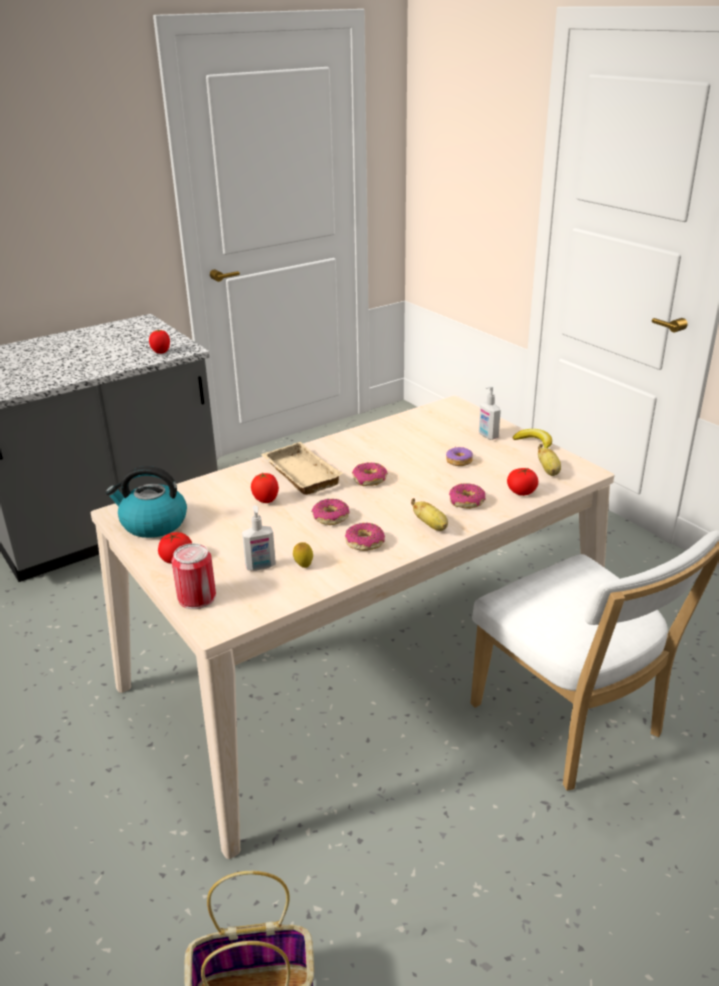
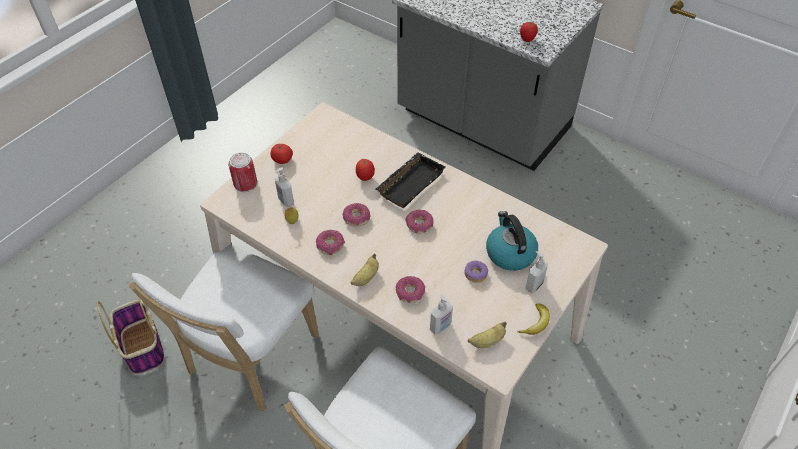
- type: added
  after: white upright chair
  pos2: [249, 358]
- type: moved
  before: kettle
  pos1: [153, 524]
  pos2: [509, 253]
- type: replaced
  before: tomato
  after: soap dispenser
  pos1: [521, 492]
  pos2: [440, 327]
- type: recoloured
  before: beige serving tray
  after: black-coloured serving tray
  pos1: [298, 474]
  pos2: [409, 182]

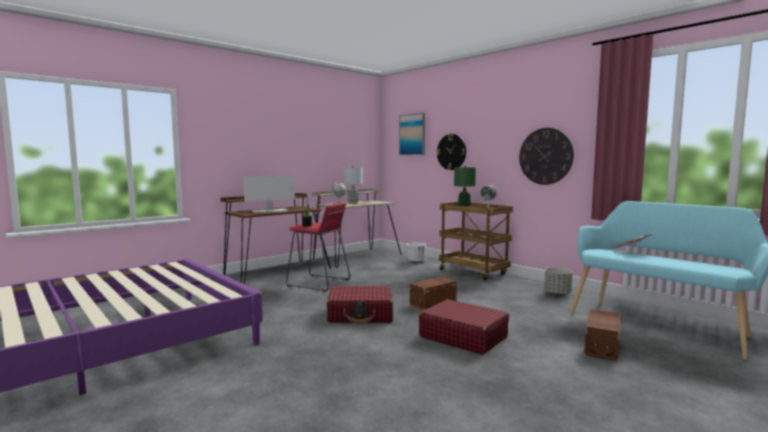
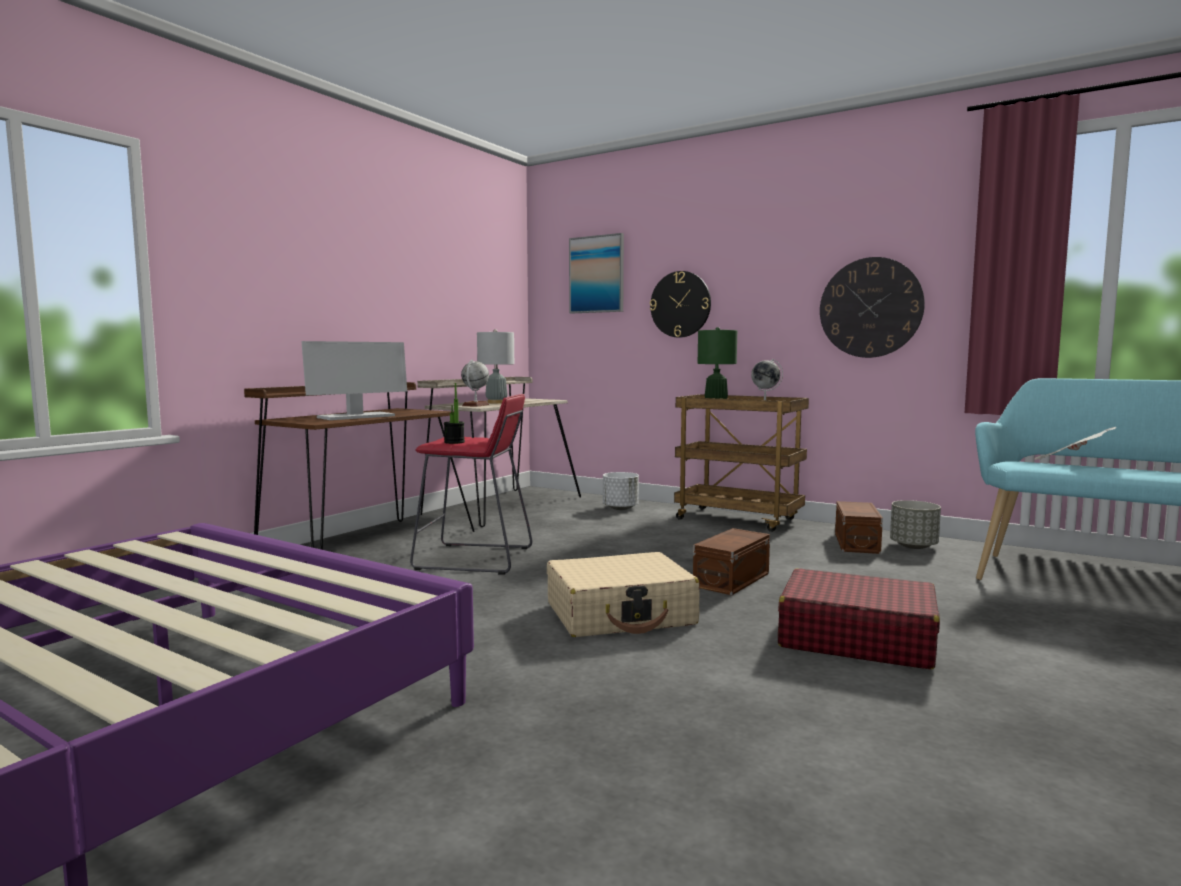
- type: moved
  before: brownish storage container
  pos1: [600, 347]
  pos2: [855, 543]
- type: recoloured
  before: red travel case
  after: beige travel case
  pos1: [360, 314]
  pos2: [621, 614]

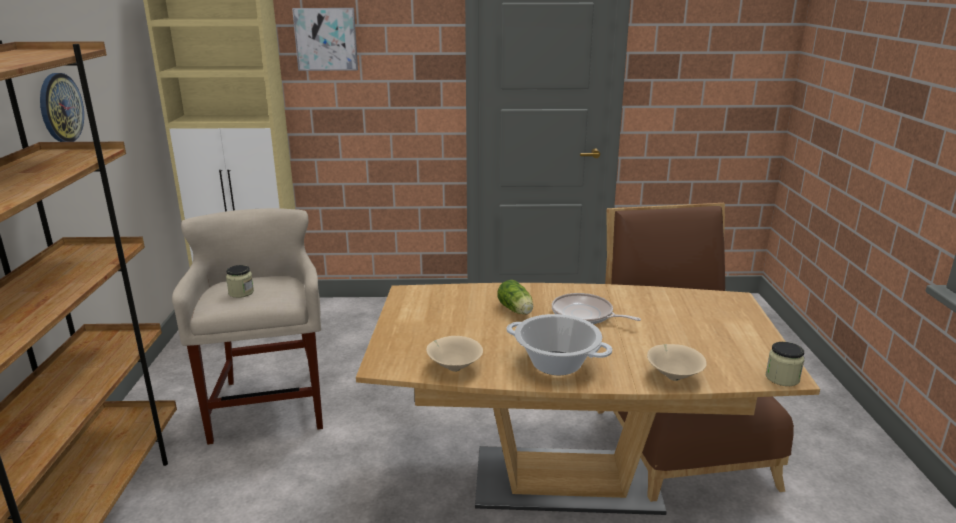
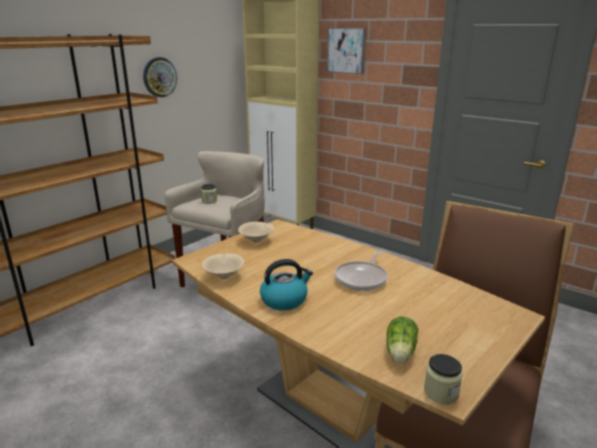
- type: moved
  before: lettuce
  pos1: [516, 311]
  pos2: [400, 353]
- type: moved
  before: beige serving bowl
  pos1: [673, 376]
  pos2: [257, 240]
- type: replaced
  before: saucepot
  after: kettle
  pos1: [556, 364]
  pos2: [284, 300]
- type: turned
  before: pan
  pos1: [585, 315]
  pos2: [362, 278]
  turn: -135

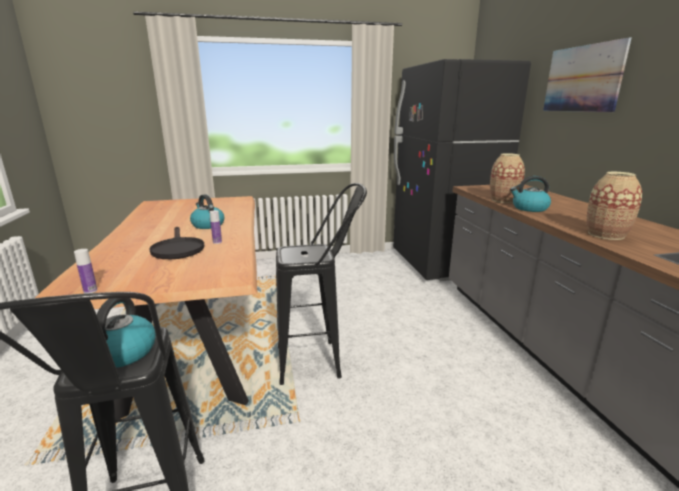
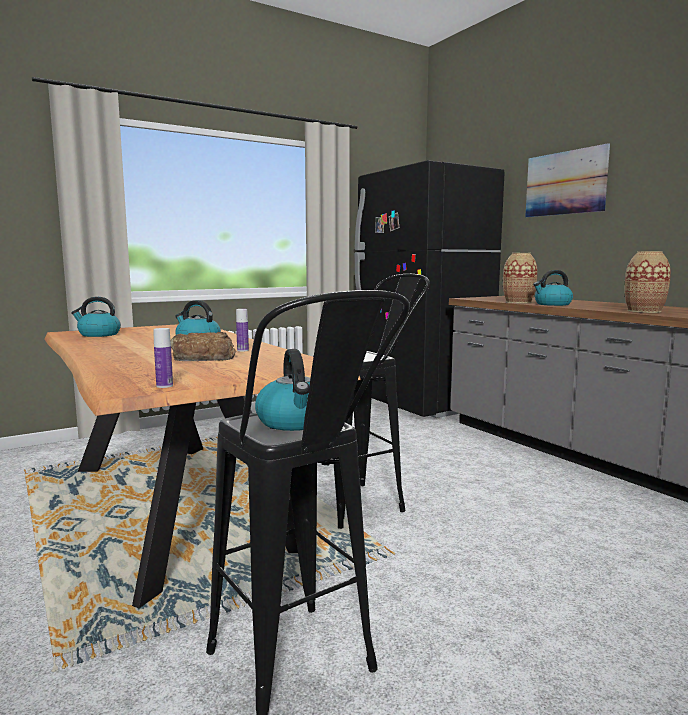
- type: added
  after: kettle
  pos2: [98, 334]
- type: replaced
  before: black-coloured pan
  after: bakery bread
  pos1: [177, 249]
  pos2: [203, 357]

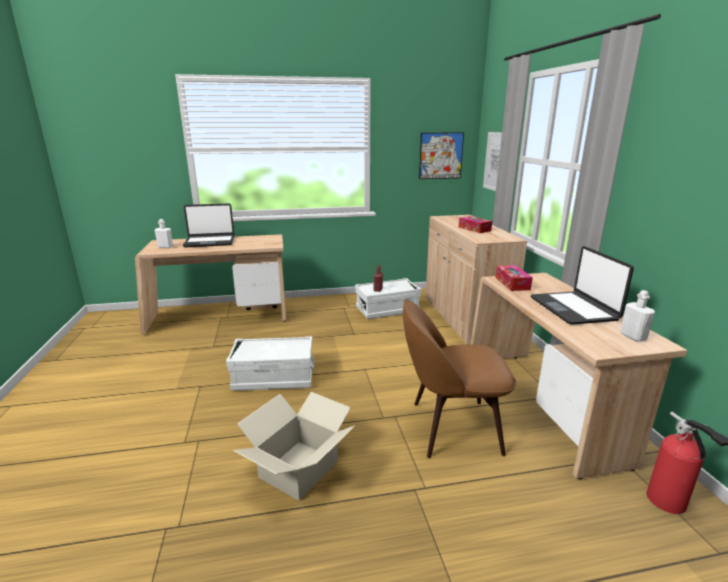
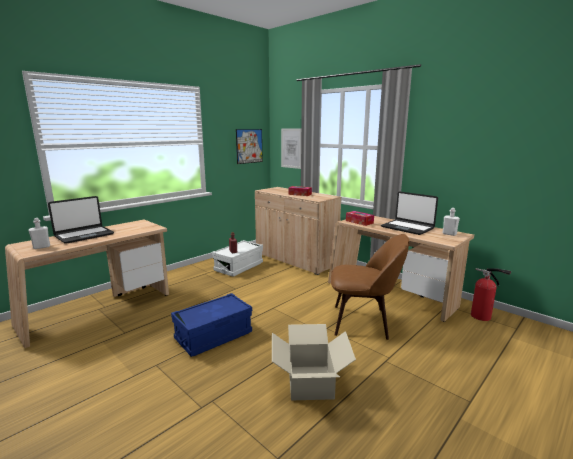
- type: recoloured
  before: white storage container
  after: blue-coloured storage container
  pos1: [273, 378]
  pos2: [213, 336]
- type: turned
  before: brownish upright chair
  pos1: [451, 427]
  pos2: [363, 322]
  turn: -135

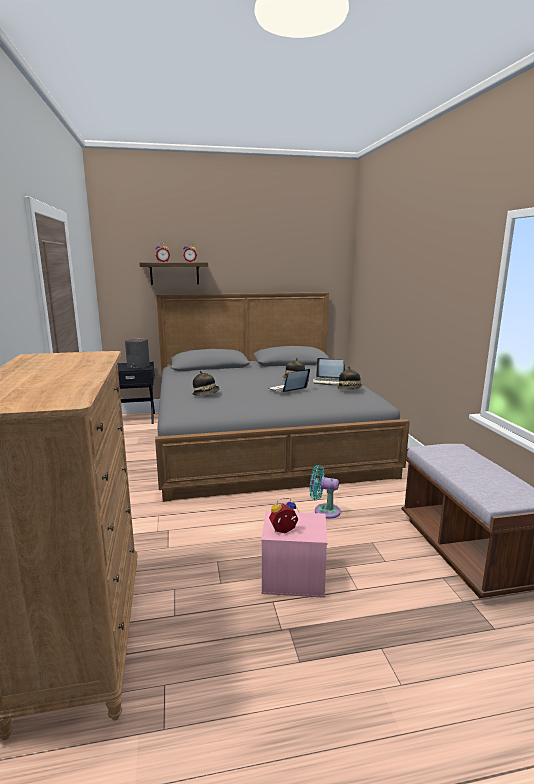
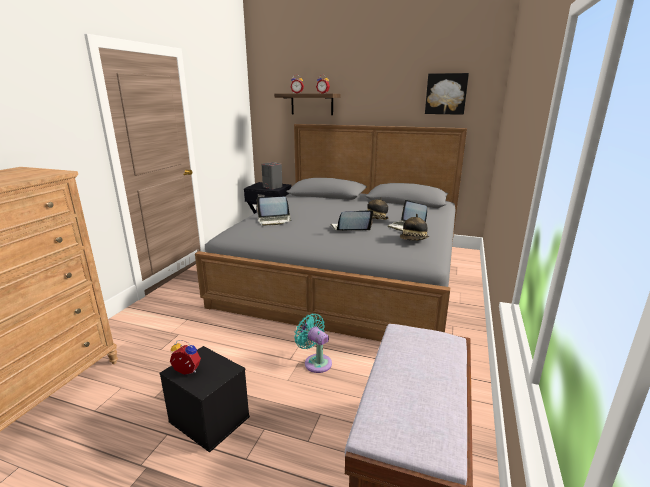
- type: added
  after: picture
  pos2: [446, 94]
- type: replaced
  before: clothing hat
  after: portable computer
  pos1: [206, 394]
  pos2: [274, 221]
- type: recoloured
  before: pinkish storage container
  after: black-coloured storage container
  pos1: [292, 578]
  pos2: [208, 419]

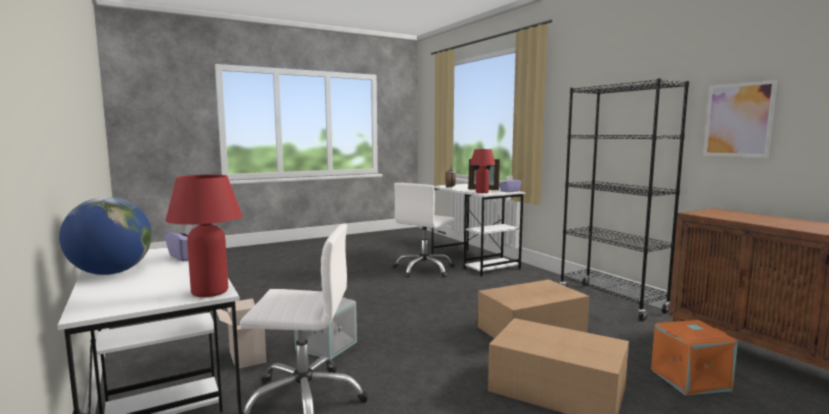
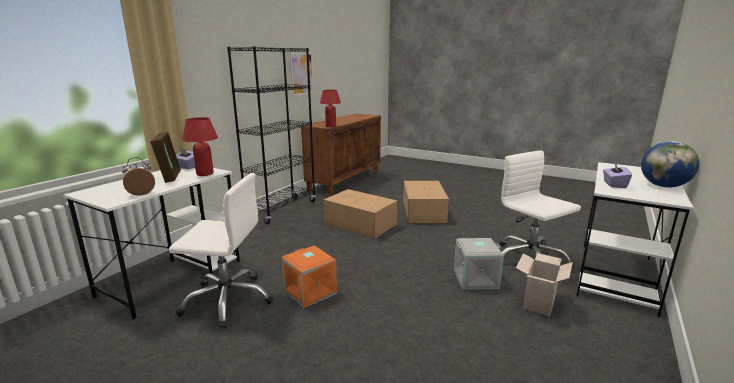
- type: moved
  before: red tabletop lamp
  pos1: [210, 292]
  pos2: [330, 126]
- type: moved
  before: orange-coloured storage container
  pos1: [689, 379]
  pos2: [309, 292]

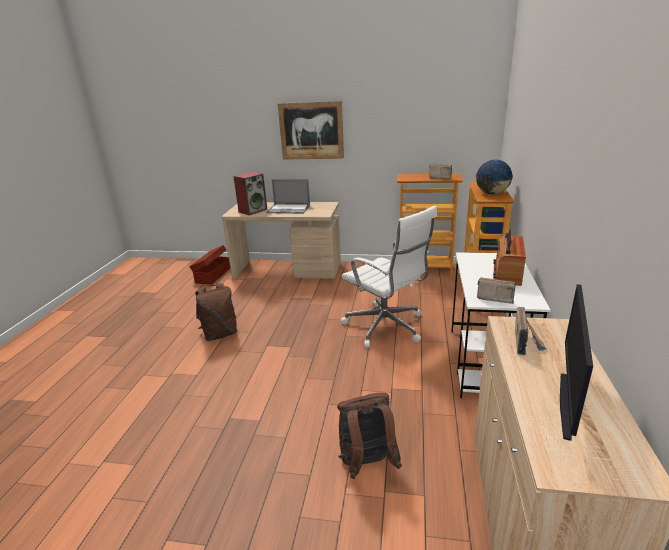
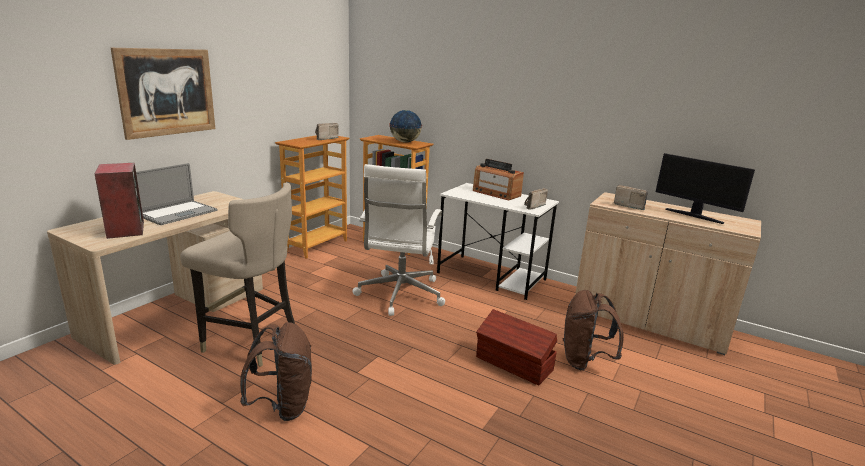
- type: added
  after: beige stool
  pos2: [251, 342]
- type: moved
  before: brownish storage container
  pos1: [212, 275]
  pos2: [514, 364]
- type: turned
  before: white computer chair
  pos1: [386, 327]
  pos2: [400, 295]
  turn: 120

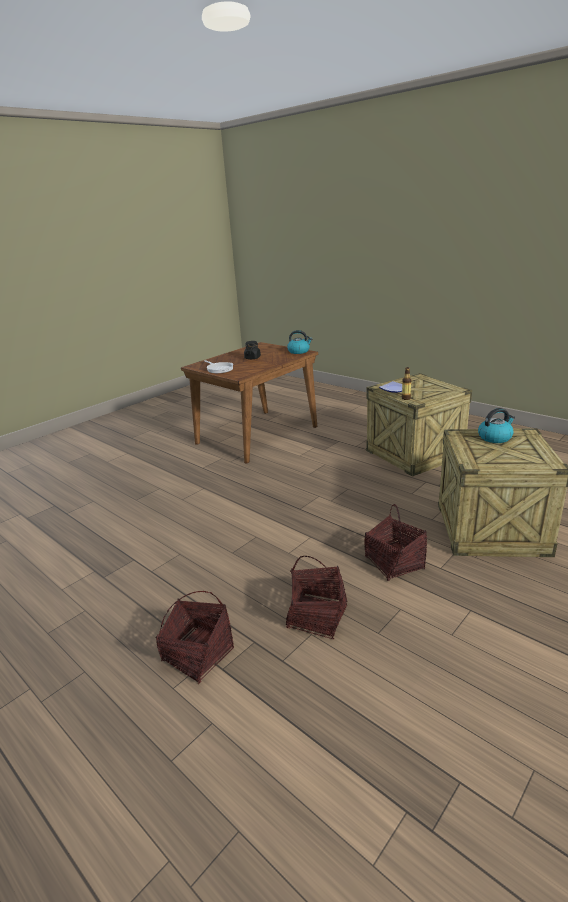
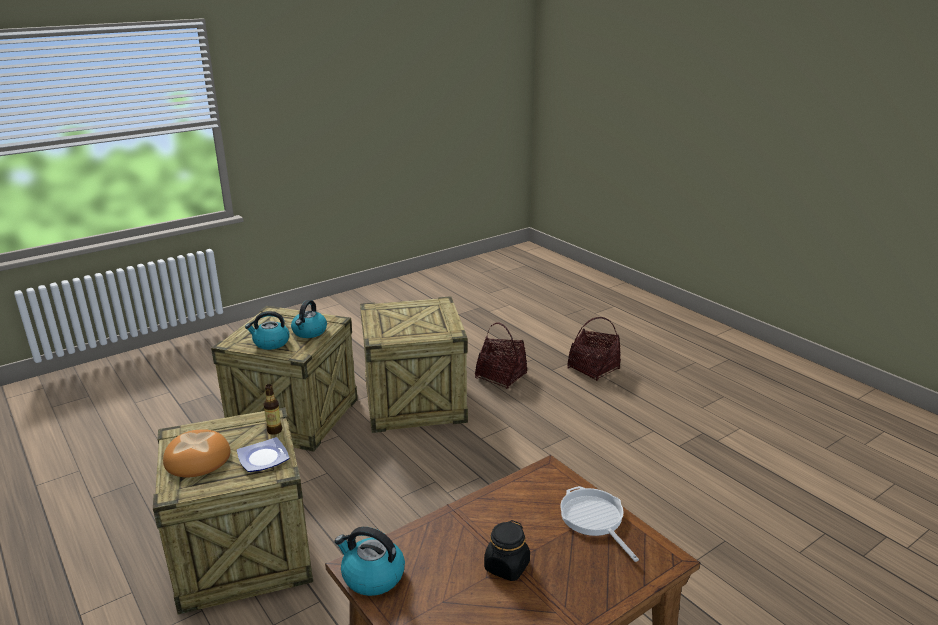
- type: added
  after: bakery bread
  pos2: [198, 459]
- type: added
  after: kettle
  pos2: [309, 332]
- type: replaced
  before: basket
  after: packing crate
  pos1: [394, 563]
  pos2: [415, 401]

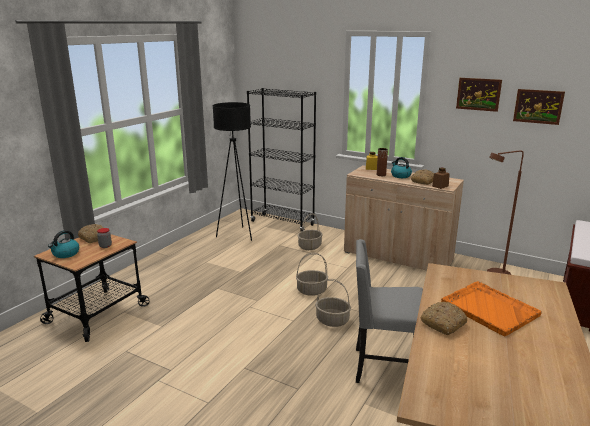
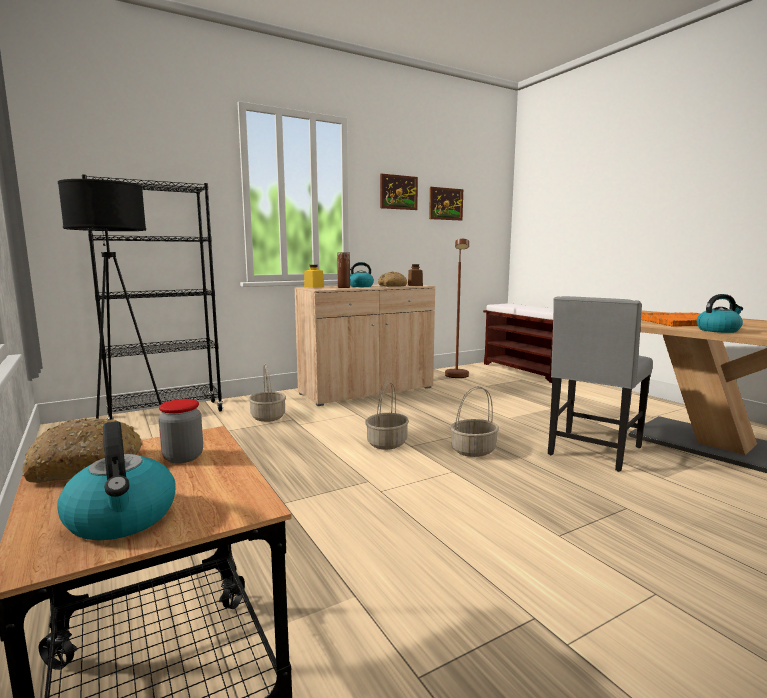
- type: replaced
  before: bakery bread
  after: kettle
  pos1: [443, 323]
  pos2: [718, 330]

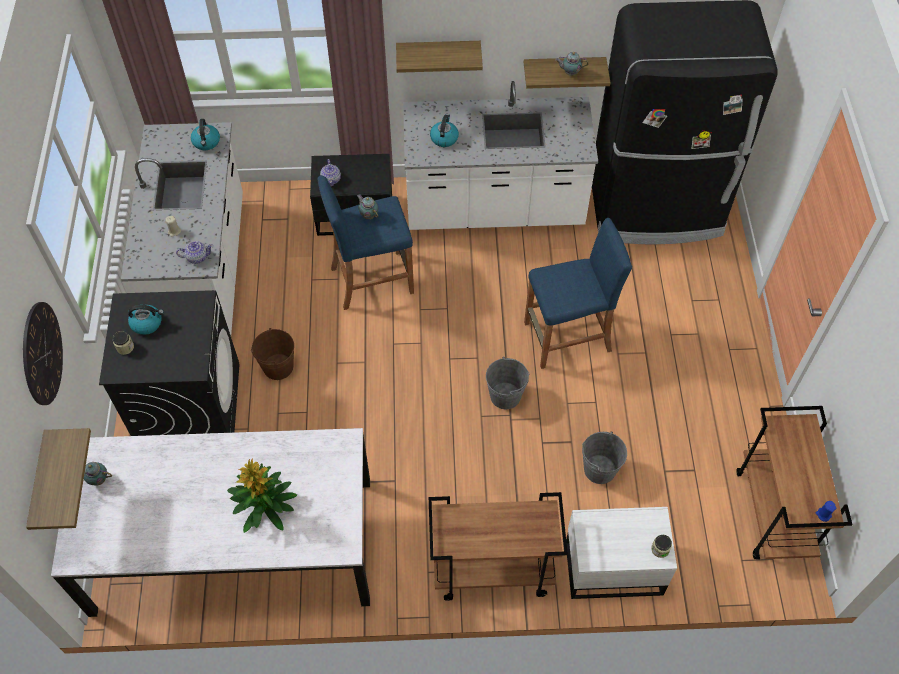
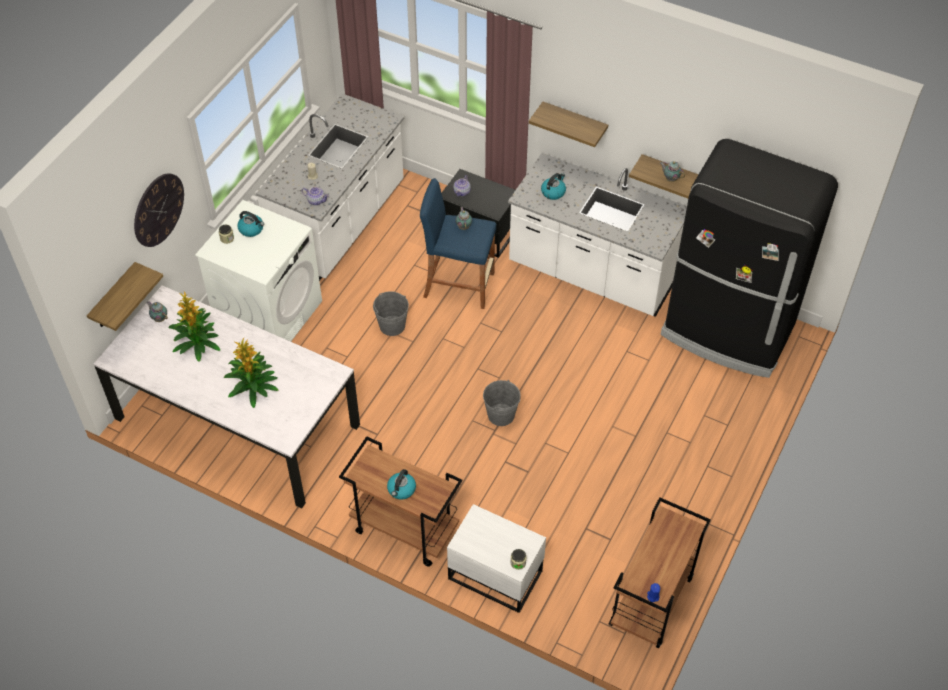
- type: removed
  before: brownish pail
  pos1: [278, 367]
- type: removed
  before: blue-coloured stool
  pos1: [567, 337]
- type: added
  after: potted plant
  pos2: [196, 343]
- type: moved
  before: kettle
  pos1: [206, 142]
  pos2: [401, 490]
- type: moved
  before: gray pail
  pos1: [599, 469]
  pos2: [392, 325]
- type: recoloured
  before: black-coloured washing machine
  after: white washing machine
  pos1: [190, 406]
  pos2: [269, 314]

